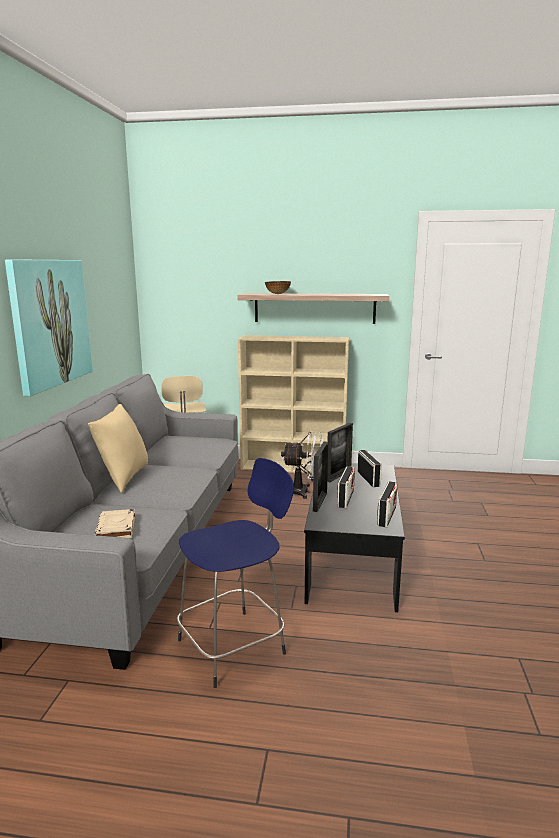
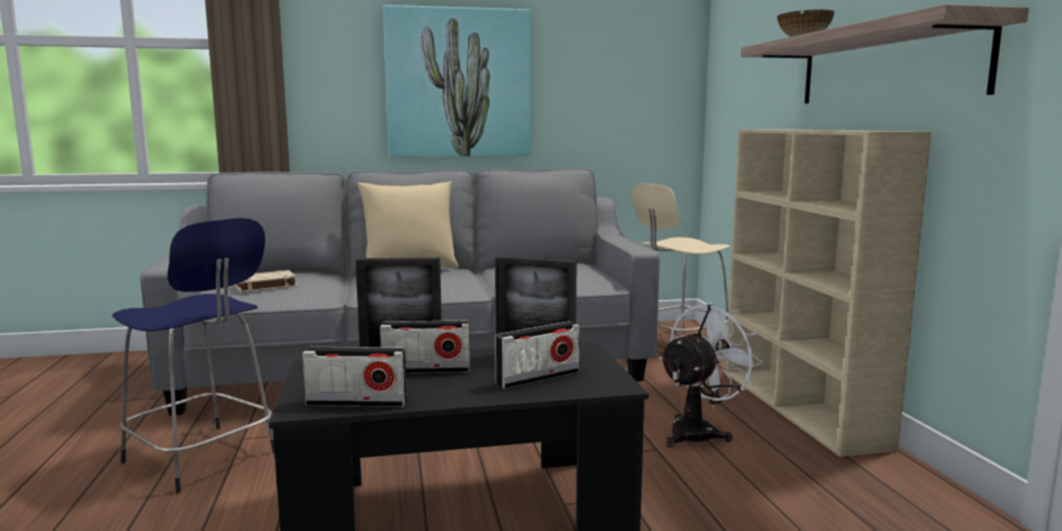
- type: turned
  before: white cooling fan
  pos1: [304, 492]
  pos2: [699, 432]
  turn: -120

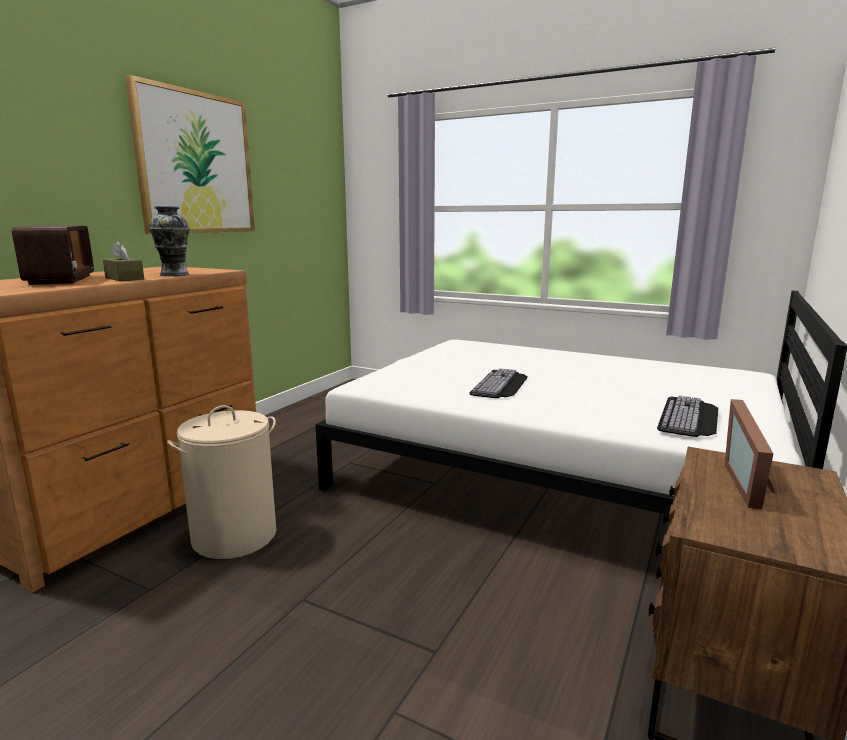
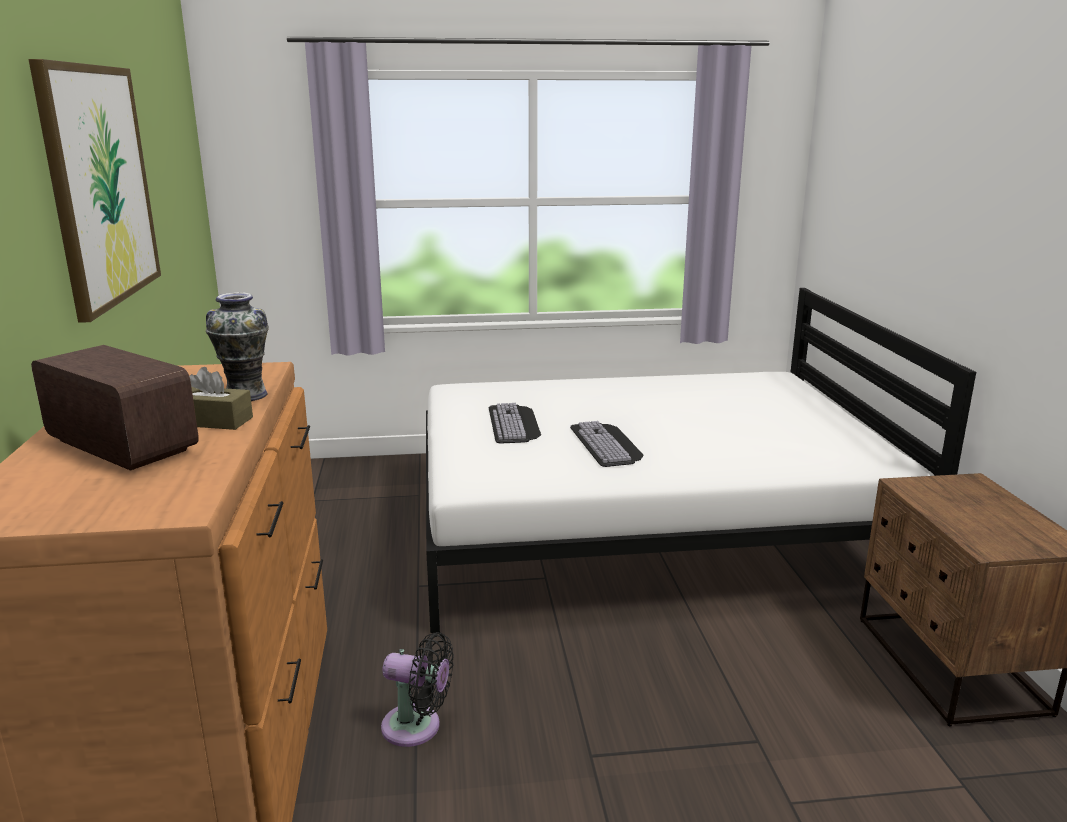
- type: removed
  before: standing frame
  pos1: [752, 484]
- type: moved
  before: computer keyboard
  pos1: [690, 417]
  pos2: [515, 424]
- type: replaced
  before: beige laundry basket
  after: black-coloured cooling fan
  pos1: [235, 536]
  pos2: [417, 727]

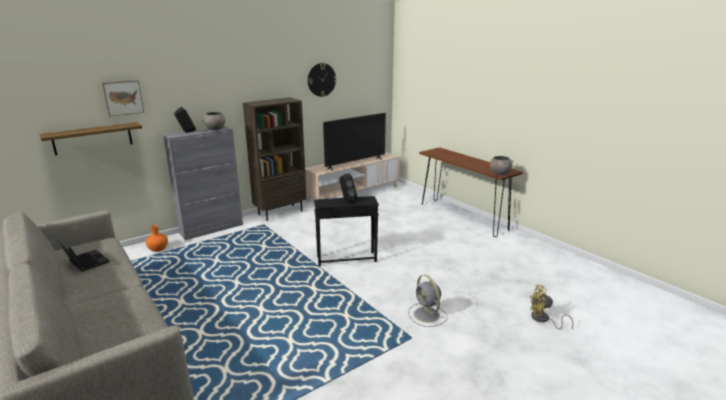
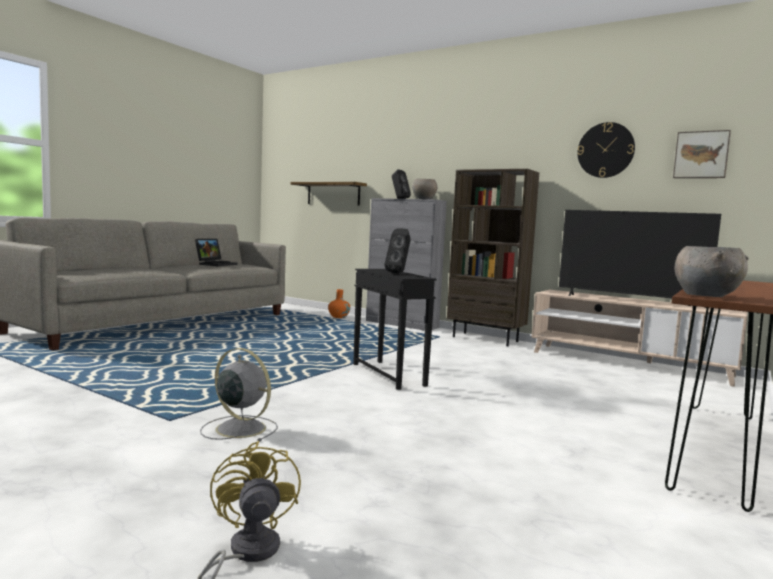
- type: moved
  before: picture
  pos1: [123, 97]
  pos2: [701, 155]
- type: turned
  before: gray cooling fan
  pos1: [427, 315]
  pos2: [239, 428]
  turn: 75

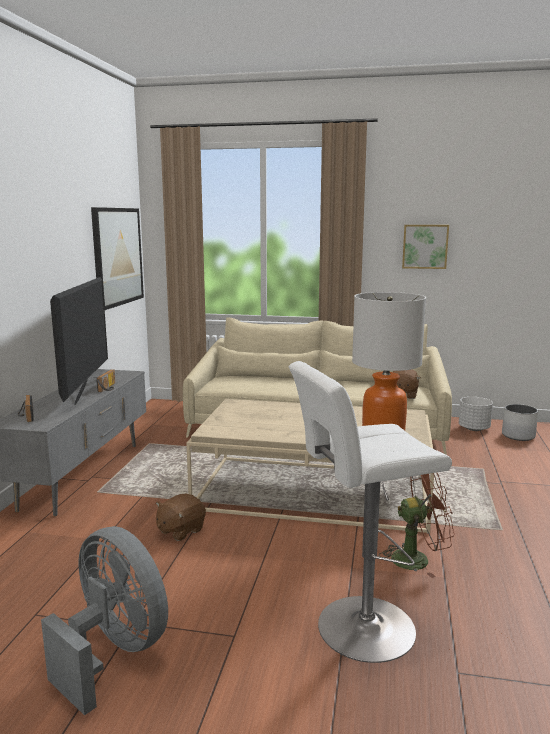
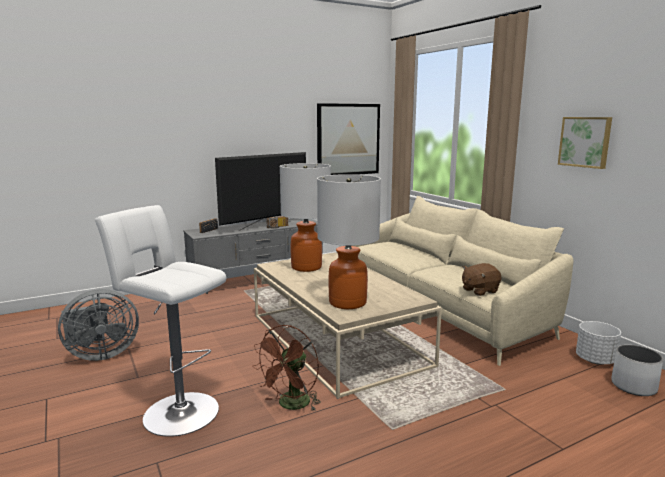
- type: removed
  before: brownish plush toy
  pos1: [180, 530]
- type: added
  after: tabletop lamp
  pos2: [306, 267]
- type: turned
  before: gray cooling fan
  pos1: [113, 652]
  pos2: [100, 354]
  turn: 60
- type: turned
  before: brownish cooling fan
  pos1: [417, 559]
  pos2: [291, 405]
  turn: 75

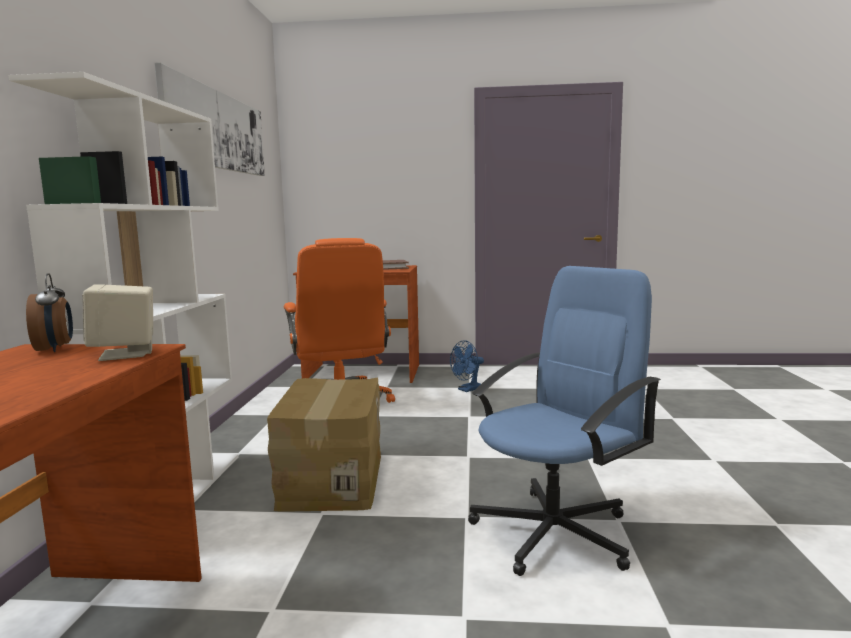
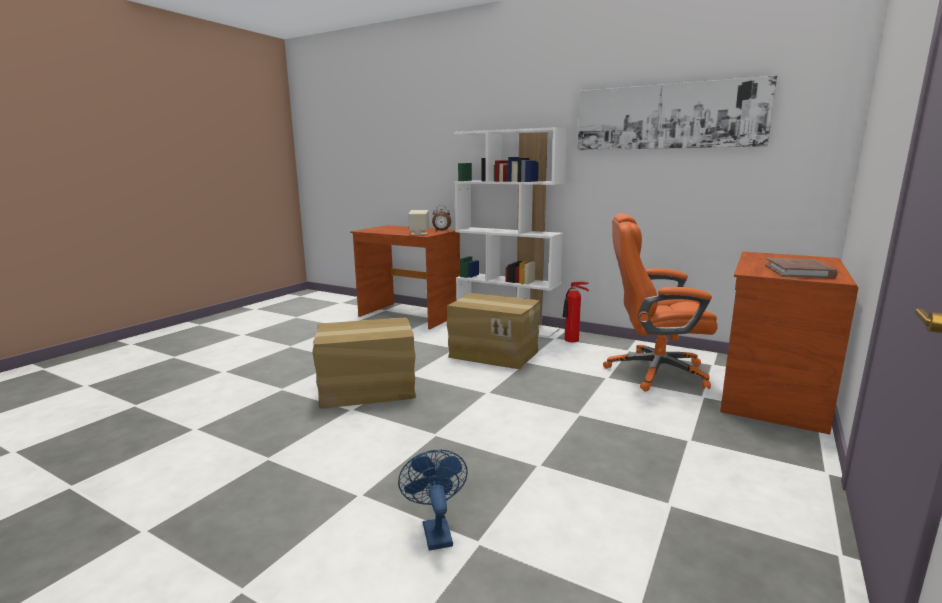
- type: added
  after: fire-fighting cylinder
  pos2: [571, 340]
- type: moved
  before: blue-coloured cooling fan
  pos1: [467, 389]
  pos2: [435, 530]
- type: replaced
  before: blue-coloured computer chair
  after: carton
  pos1: [555, 532]
  pos2: [367, 390]

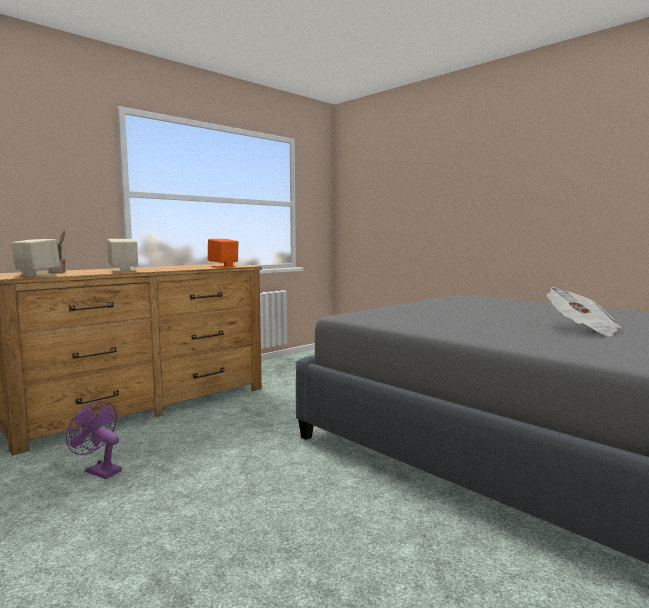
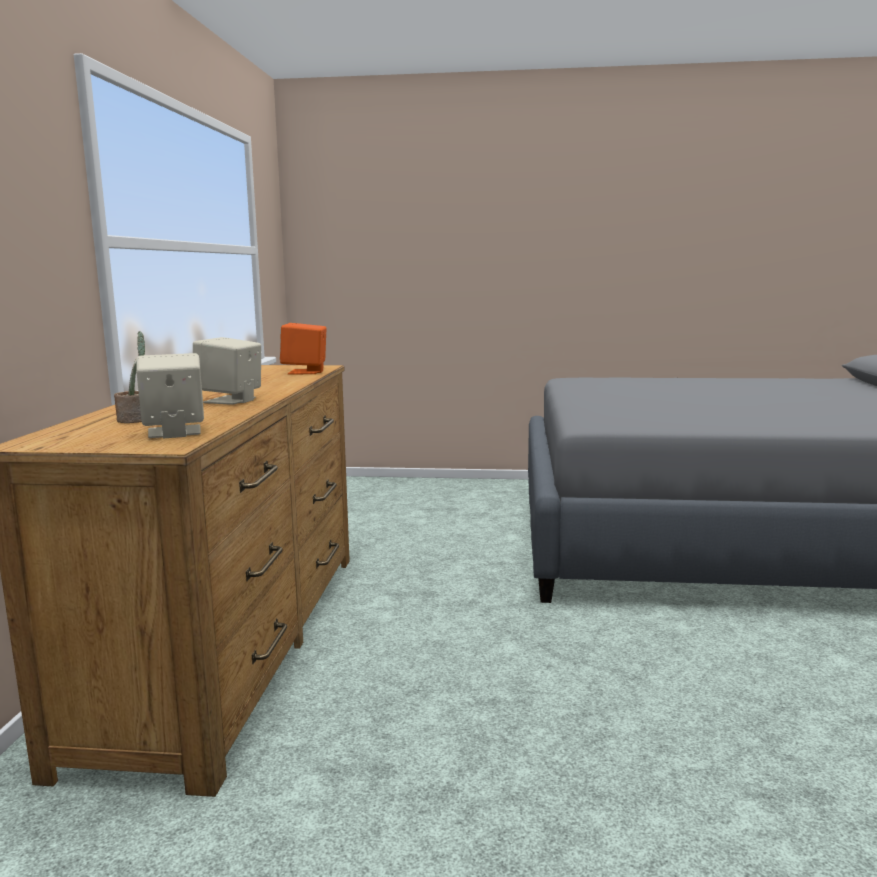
- type: removed
  before: purple cooling fan
  pos1: [99, 471]
- type: removed
  before: newspaper
  pos1: [582, 329]

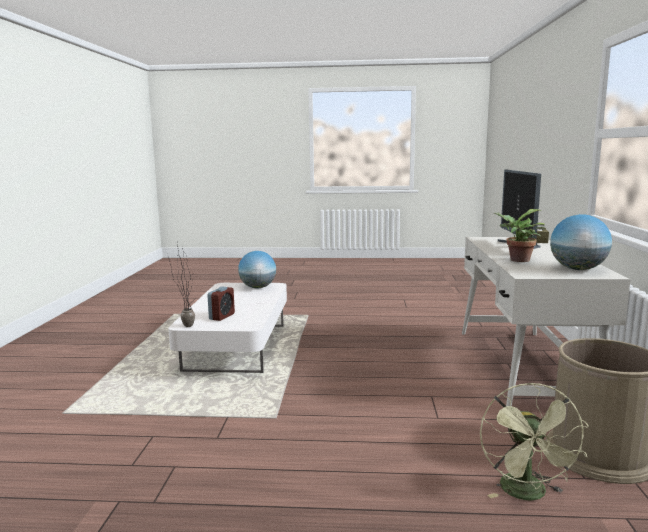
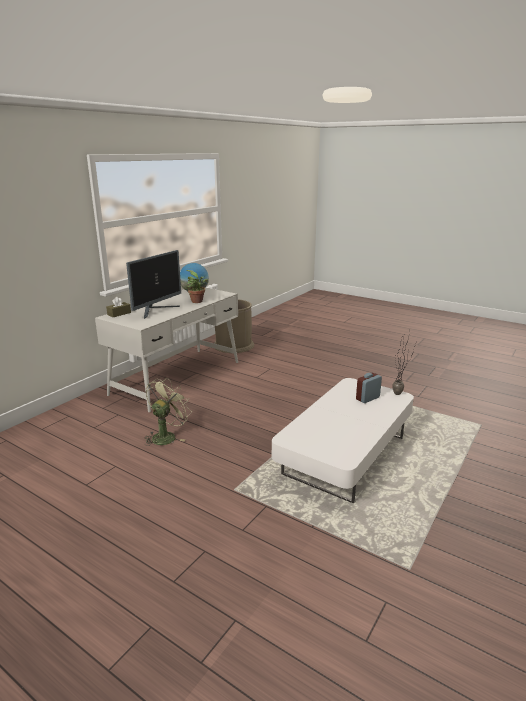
- type: removed
  before: globe
  pos1: [258, 287]
- type: moved
  before: green cooling fan
  pos1: [528, 494]
  pos2: [166, 436]

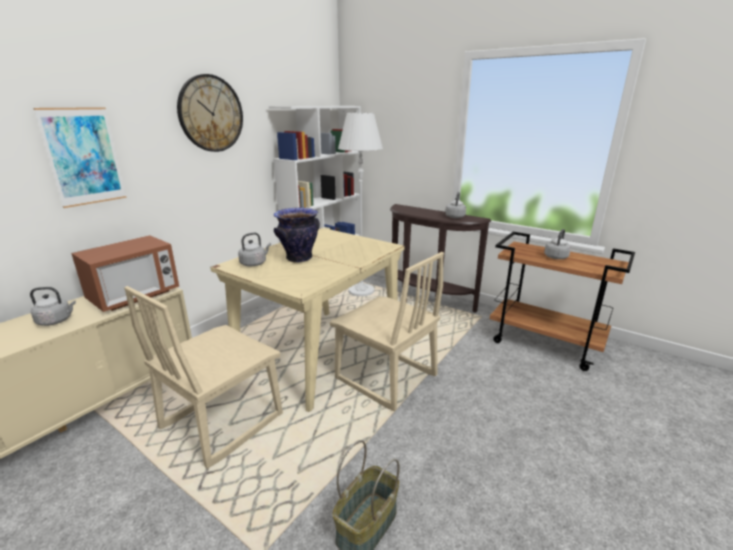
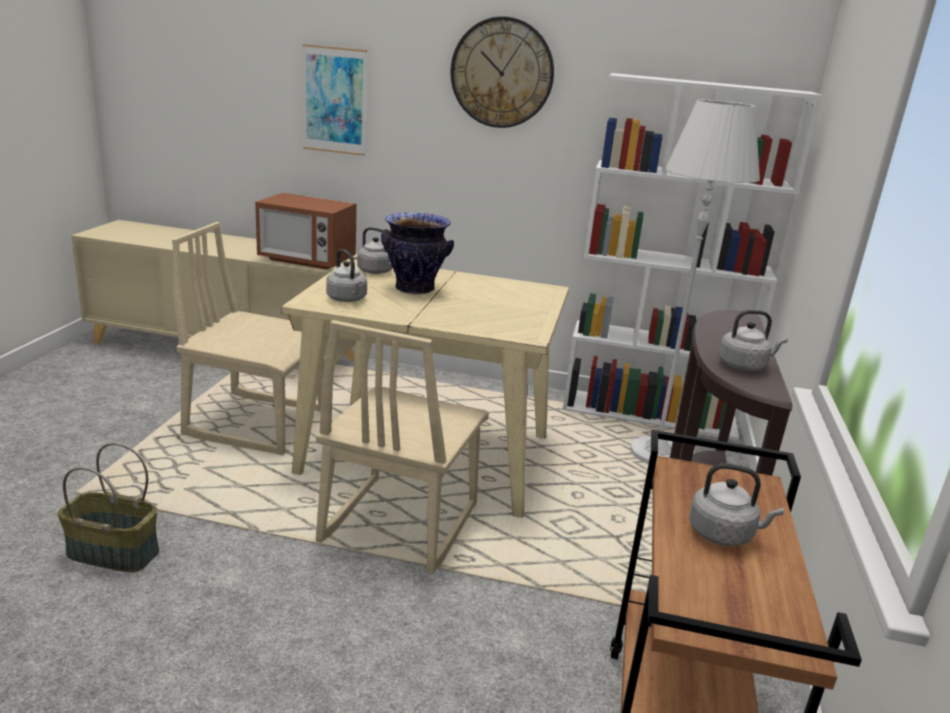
- type: moved
  before: gray kettle
  pos1: [56, 321]
  pos2: [347, 299]

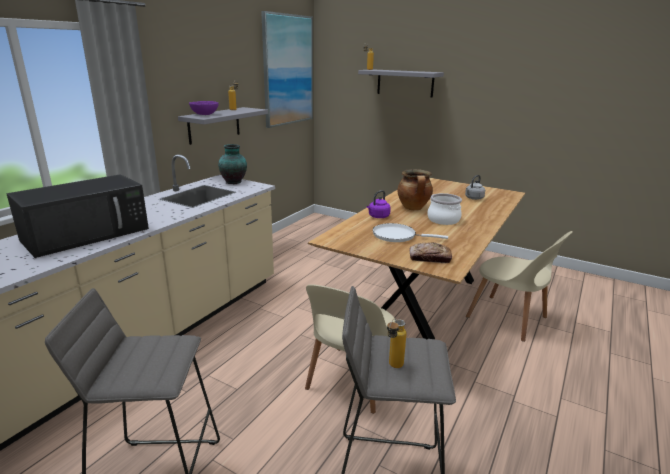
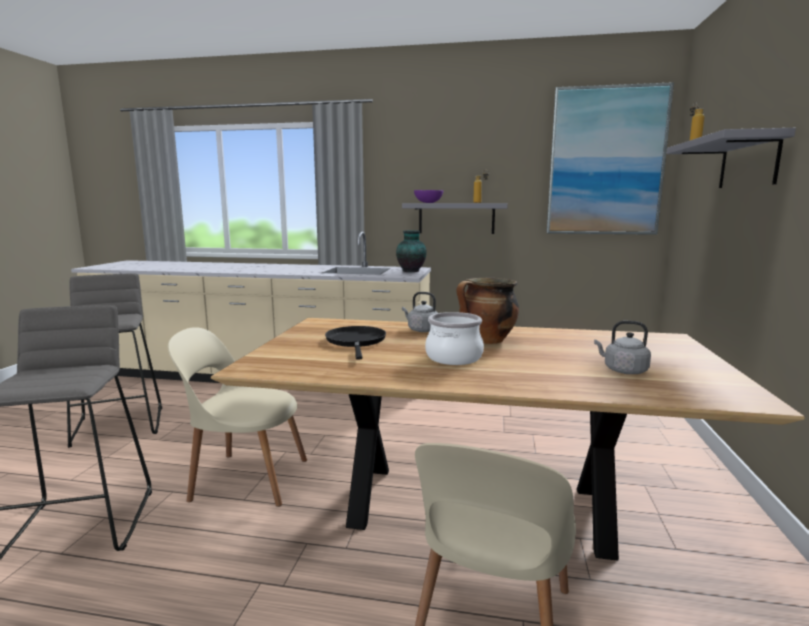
- type: removed
  before: black-coloured microwave
  pos1: [88, 234]
- type: removed
  before: beverage bottle
  pos1: [393, 367]
- type: removed
  before: bakery bread
  pos1: [429, 258]
- type: recoloured
  before: purple kettle
  after: gray kettle
  pos1: [378, 217]
  pos2: [421, 330]
- type: recoloured
  before: white pan
  after: black-coloured pan
  pos1: [397, 236]
  pos2: [356, 342]

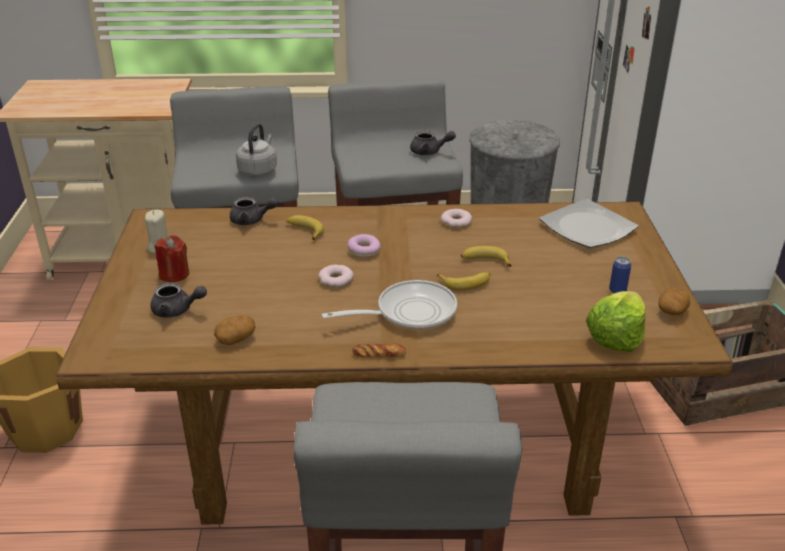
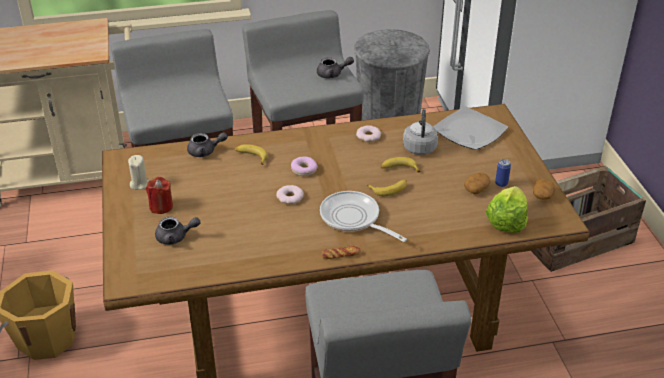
- type: moved
  before: potato
  pos1: [236, 338]
  pos2: [476, 189]
- type: moved
  before: gray kettle
  pos1: [258, 170]
  pos2: [419, 147]
- type: turned
  before: pan
  pos1: [409, 313]
  pos2: [353, 219]
  turn: -105

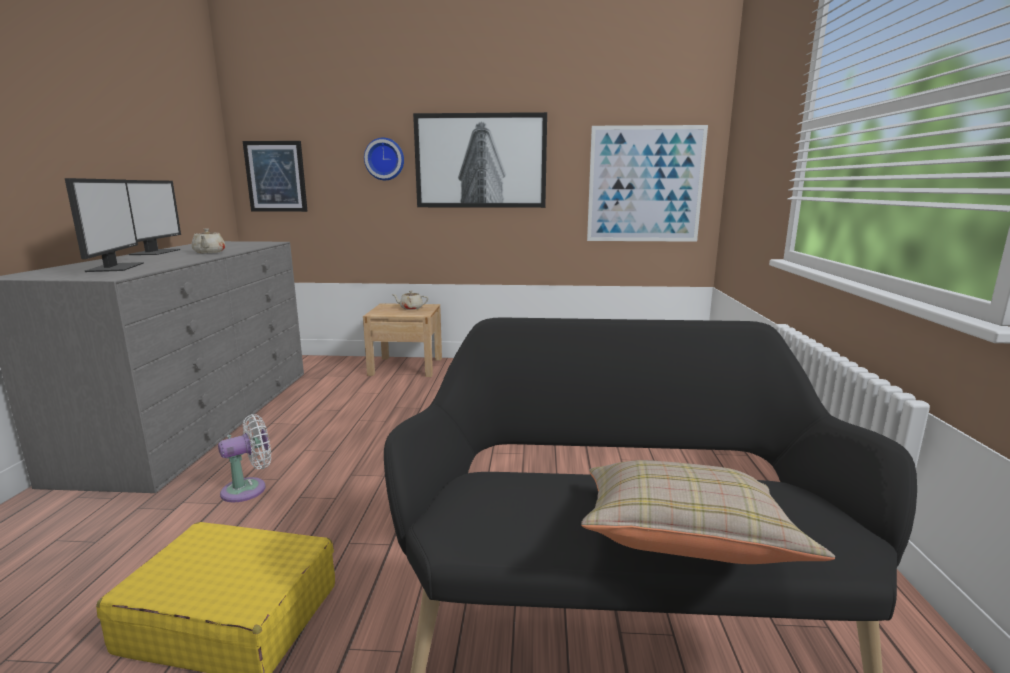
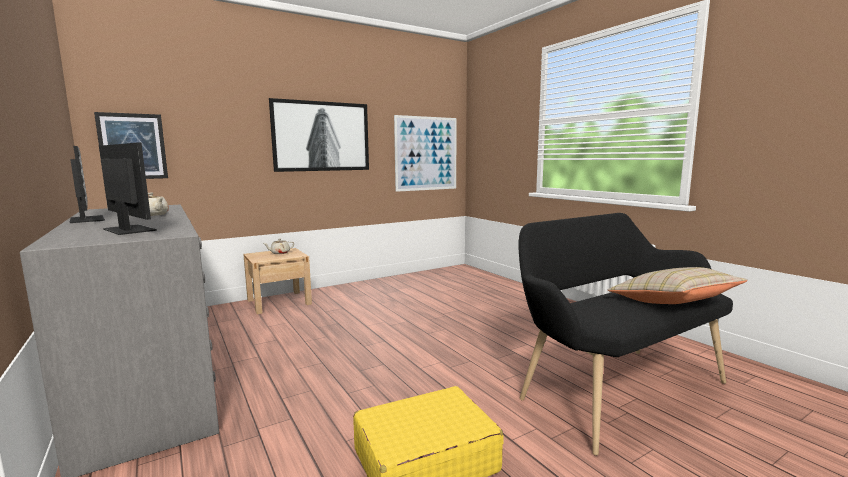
- type: removed
  before: white cooling fan
  pos1: [249, 489]
- type: removed
  before: wall clock
  pos1: [385, 159]

